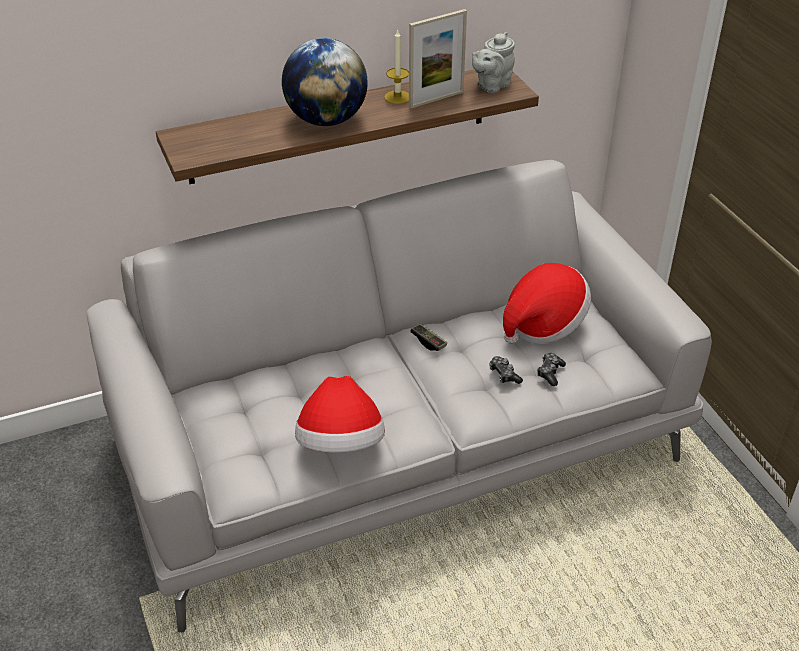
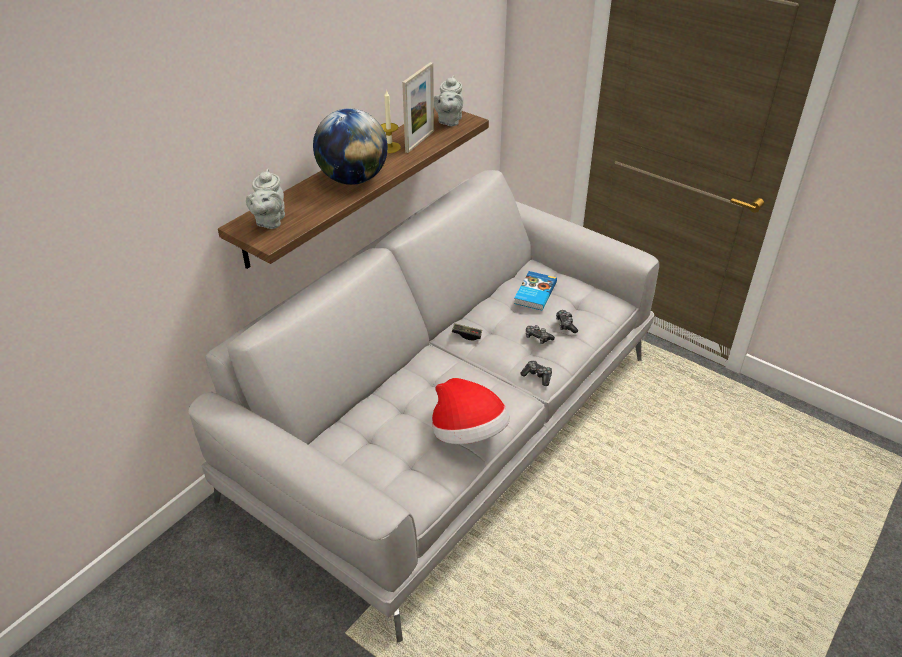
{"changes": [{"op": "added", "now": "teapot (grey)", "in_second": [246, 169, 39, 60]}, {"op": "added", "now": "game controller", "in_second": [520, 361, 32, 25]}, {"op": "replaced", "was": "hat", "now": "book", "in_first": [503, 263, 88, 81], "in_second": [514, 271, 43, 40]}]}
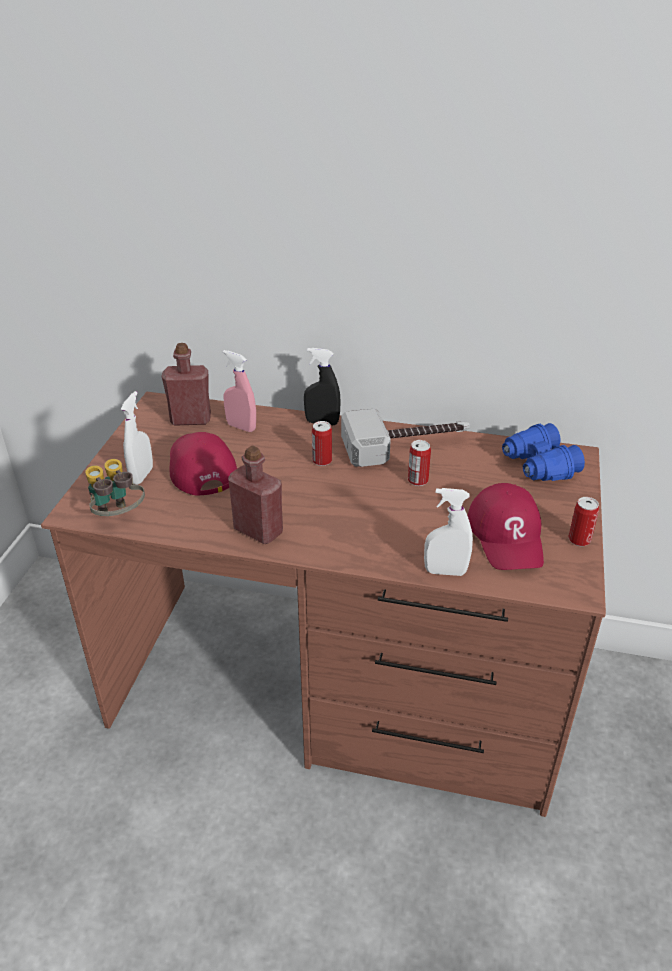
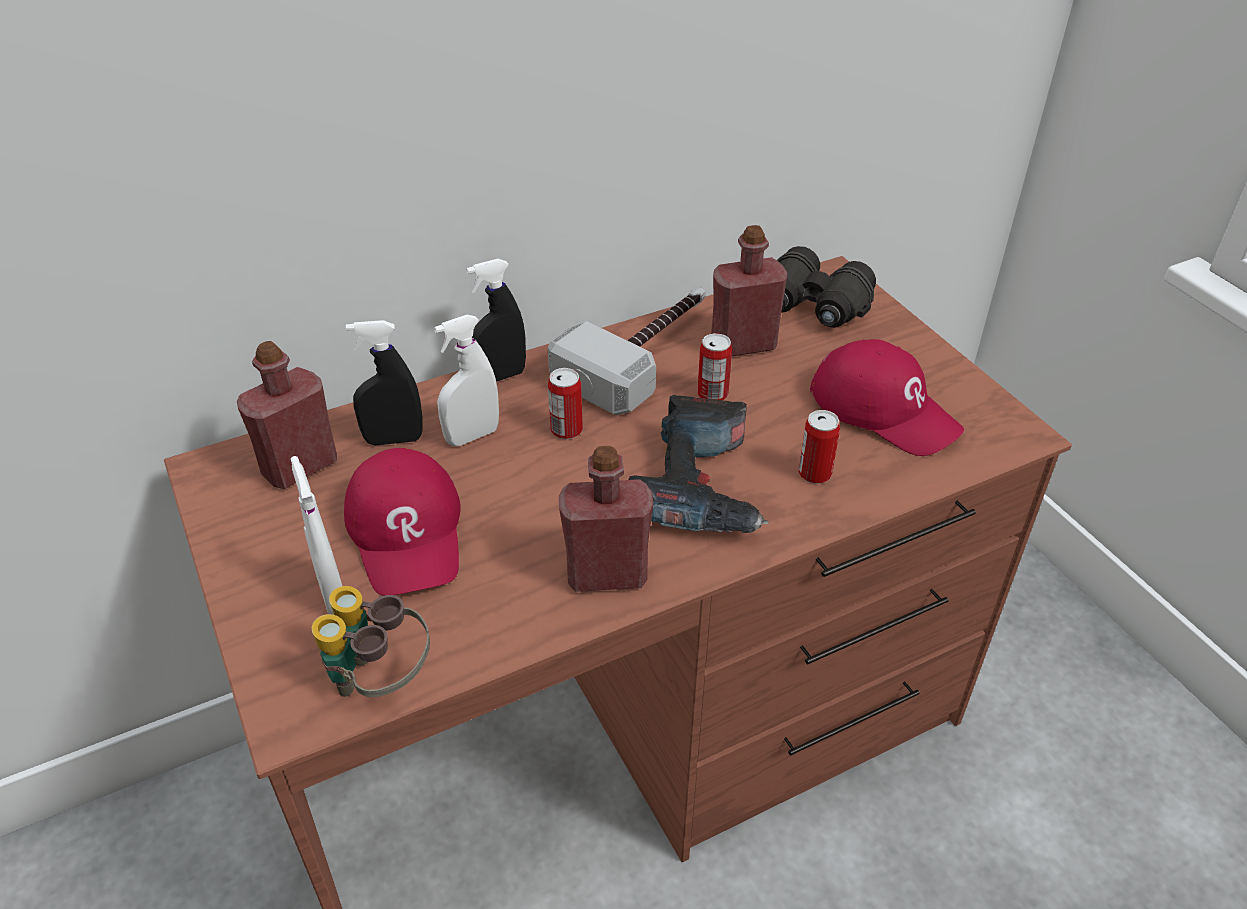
{"changes": [{"op": "added", "now": "power drill", "in_second": [628, 395, 141, 138]}, {"op": "added", "now": "bottle (red)", "in_second": [711, 225, 76, 131]}, {"op": "moved", "was": "spray bottle (white)", "in_first": [424, 488, 49, 88], "in_second": [434, 315, 65, 131]}, {"op": "moved", "was": "can", "in_first": [568, 497, 31, 49], "in_second": [799, 410, 41, 74]}, {"op": "recoloured", "was": "spray bottle (pink)", "now": "spray bottle (black)", "in_first": [223, 350, 33, 82], "in_second": [346, 320, 77, 125]}, {"op": "recoloured", "was": "binoculars (blue)", "now": "binoculars (black)", "in_first": [502, 423, 83, 58], "in_second": [777, 246, 99, 82]}, {"op": "turned", "was": "cap (red)", "in_first": [170, 432, 67, 64], "in_second": [344, 448, 117, 148], "clockwise": -135}]}
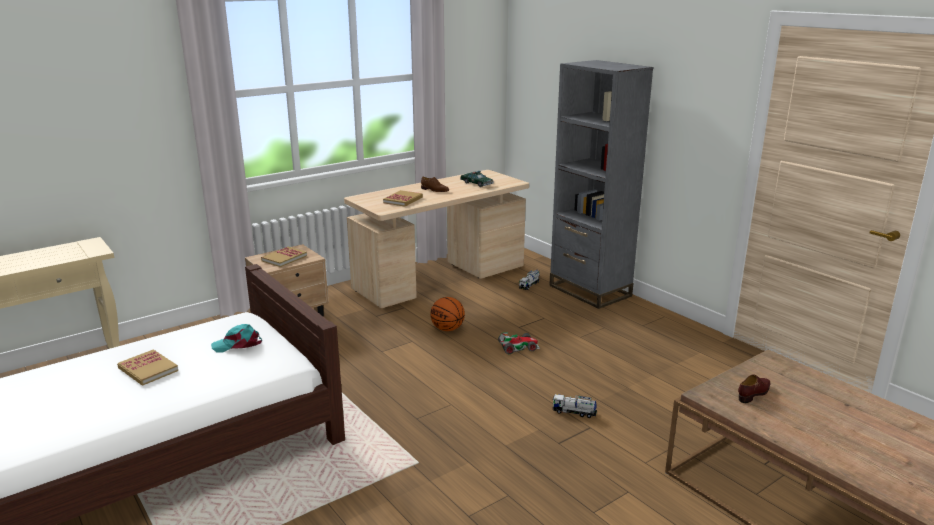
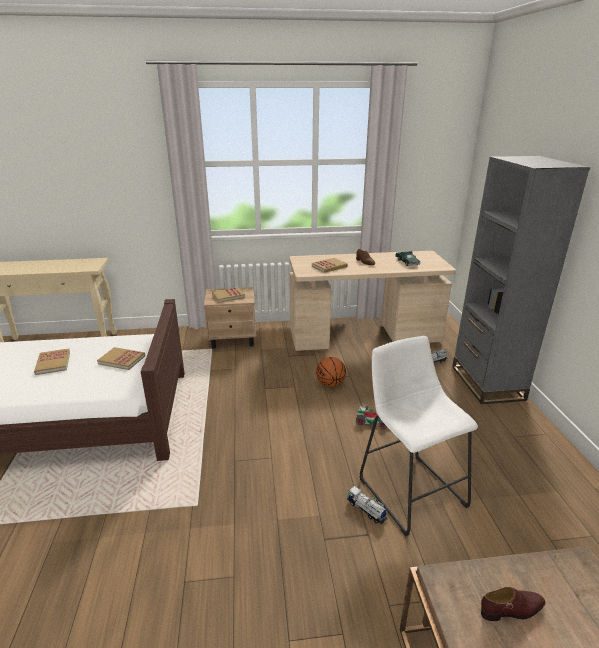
{"changes": [{"op": "added", "now": "stool (white)", "in_second": [360, 336, 118, 200]}, {"op": "replaced", "was": "cap (turquoise)", "now": "book", "in_first": [211, 324, 51, 28], "in_second": [97, 347, 48, 23]}]}
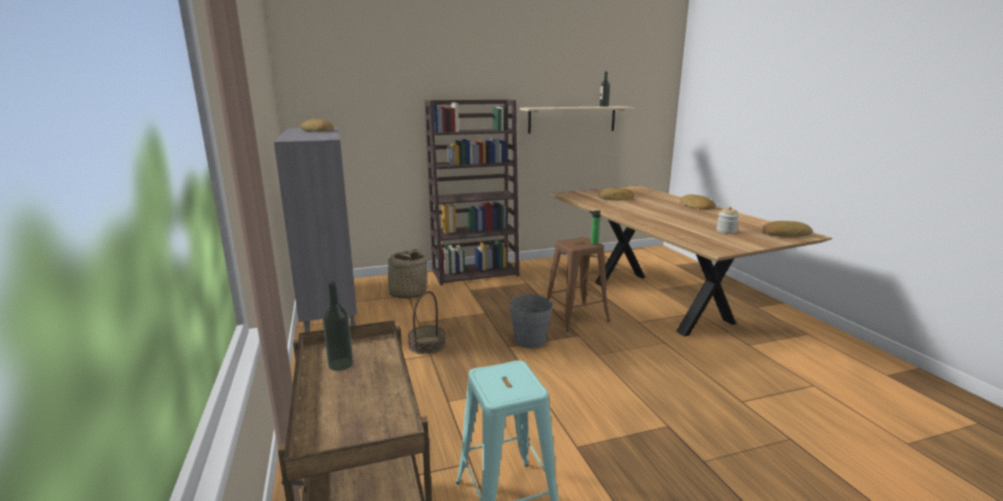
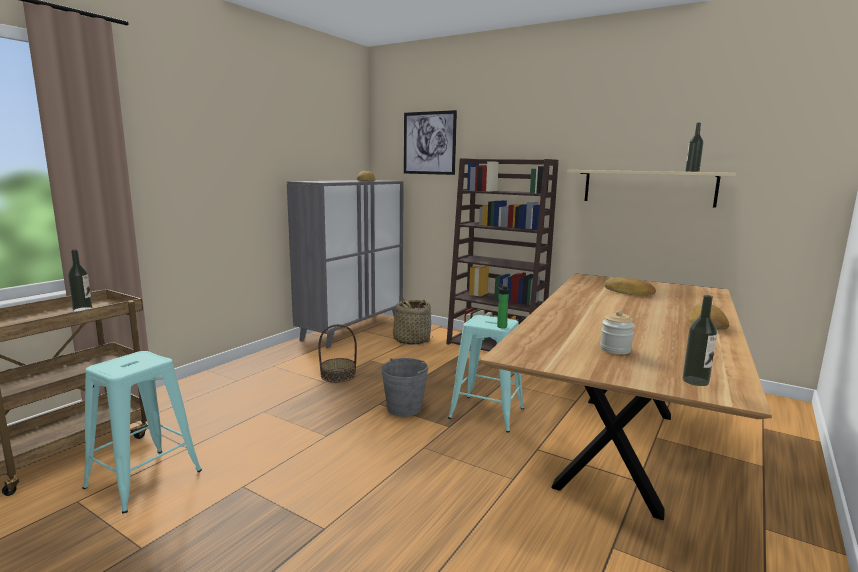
{"changes": [{"op": "added", "now": "picture", "in_second": [404, 110, 53, 65]}, {"op": "replaced", "was": "bread", "now": "bottle", "in_first": [761, 221, 52, 16], "in_second": [683, 295, 34, 91]}, {"op": "recoloured", "was": "stool (brown)", "now": "stool (turquoise)", "in_first": [547, 237, 63, 95], "in_second": [448, 315, 76, 117]}]}
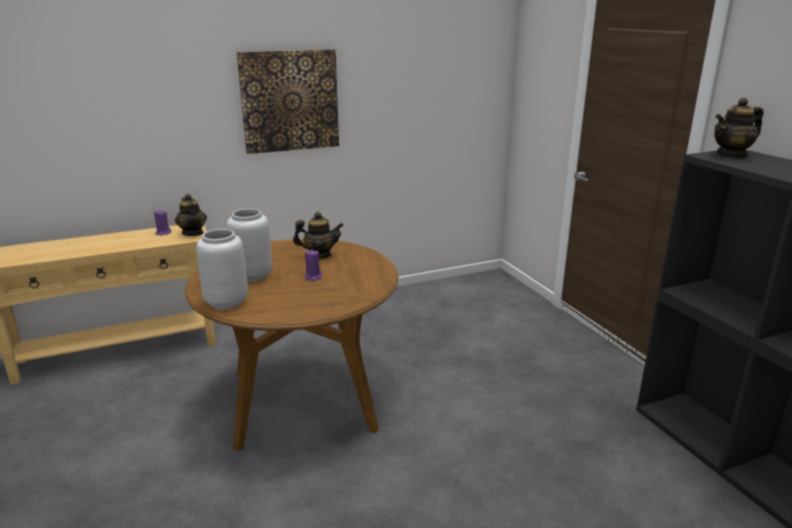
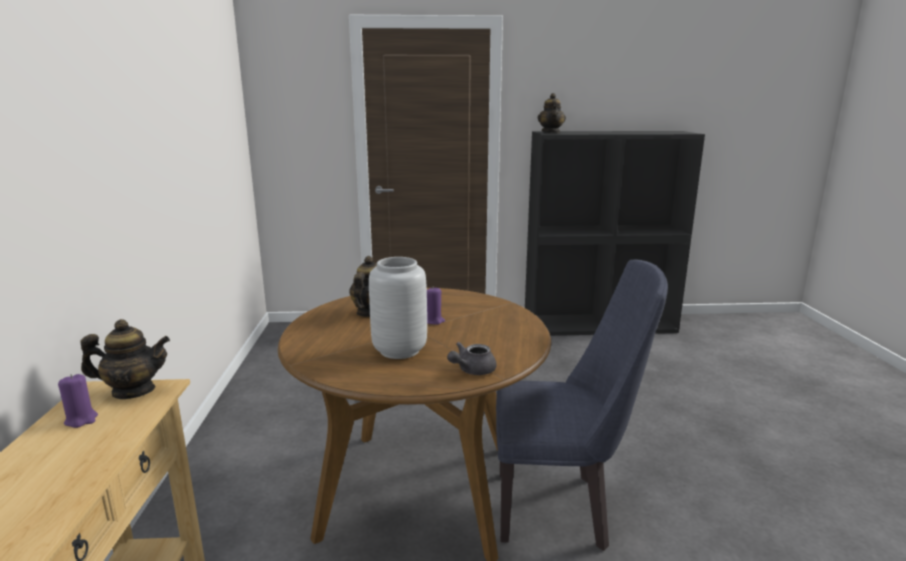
{"changes": [{"op": "removed", "was": "picture", "in_first": [237, 49, 102, 105]}, {"op": "added", "now": "chair (blue)", "in_second": [496, 259, 172, 292]}, {"op": "replaced", "was": "vase (grey)", "now": "teapot (grey)", "in_first": [196, 229, 52, 81], "in_second": [447, 342, 50, 33]}]}
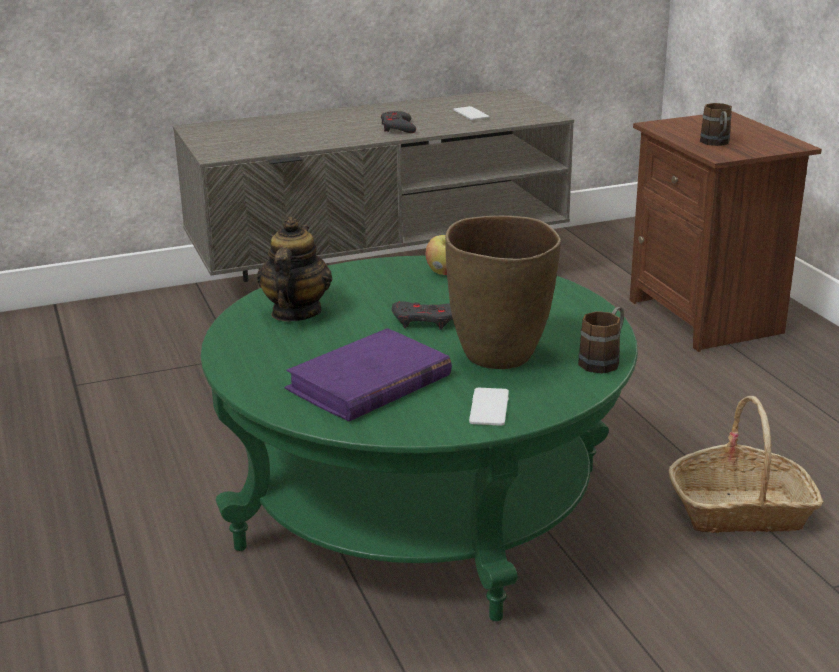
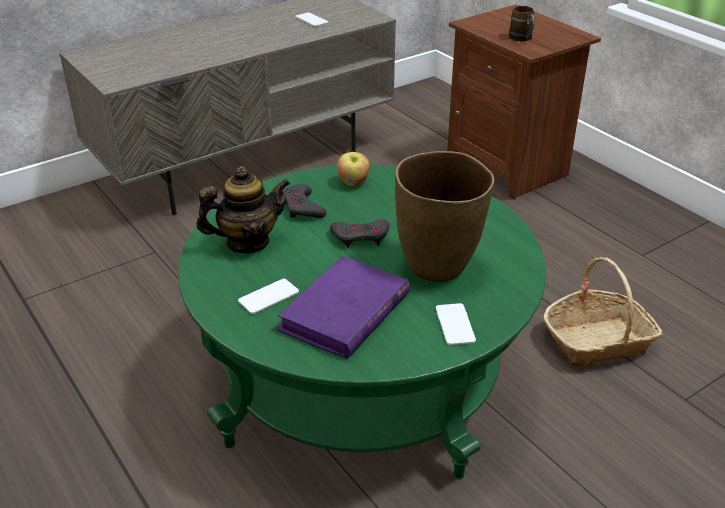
{"changes": [{"op": "removed", "was": "mug (brown)", "in_first": [578, 307, 46, 67]}, {"op": "added", "now": "phone", "in_second": [238, 279, 61, 35]}, {"op": "moved", "was": "game controller (grey)", "in_first": [381, 111, 35, 22], "in_second": [282, 184, 45, 34]}, {"op": "turned", "was": "teapot", "in_first": [257, 217, 75, 105], "in_second": [196, 166, 94, 87], "clockwise": 75}]}
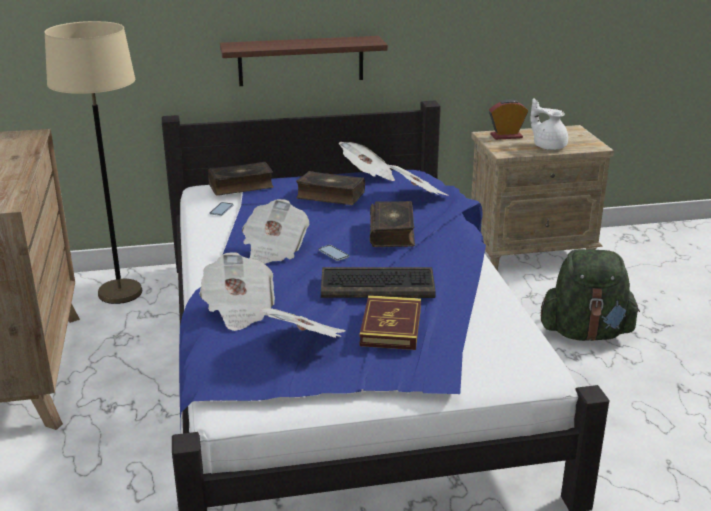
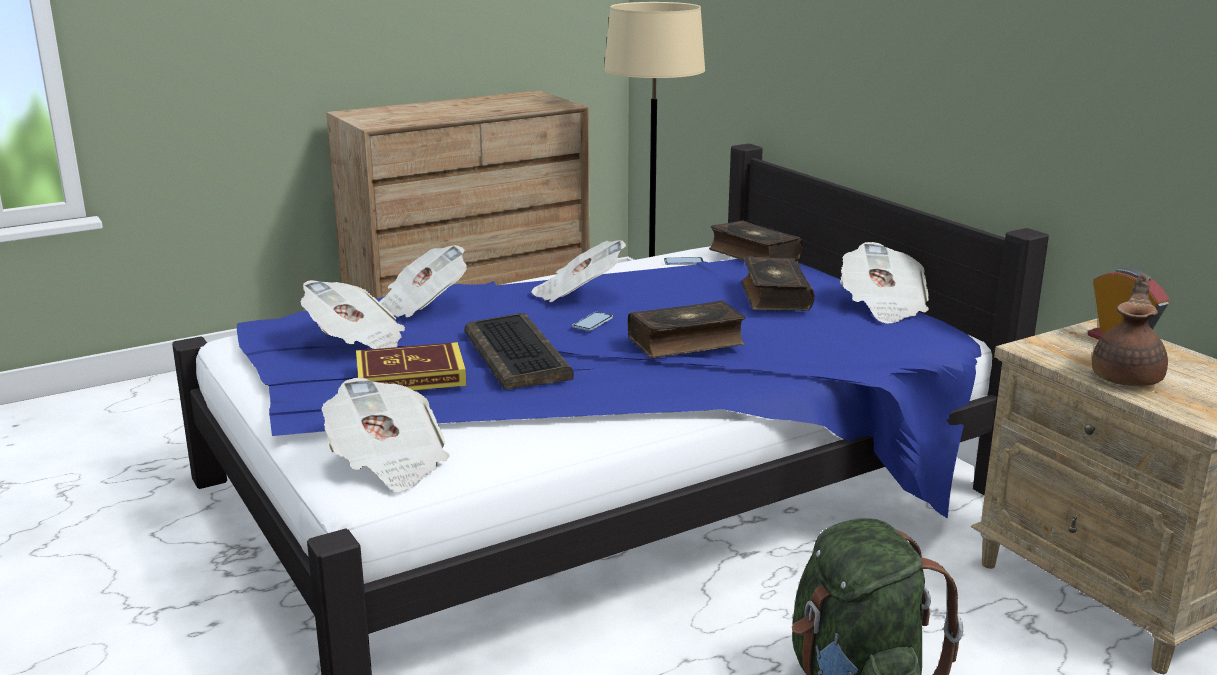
{"changes": [{"op": "removed", "was": "shelf", "in_first": [220, 36, 168, 50]}, {"op": "moved", "was": "newspaper", "in_first": [387, 165, 63, 31], "in_second": [321, 377, 129, 115]}, {"op": "recoloured", "was": "teapot (white)", "now": "teapot (brown)", "in_first": [531, 98, 37, 52], "in_second": [1092, 274, 76, 112]}]}
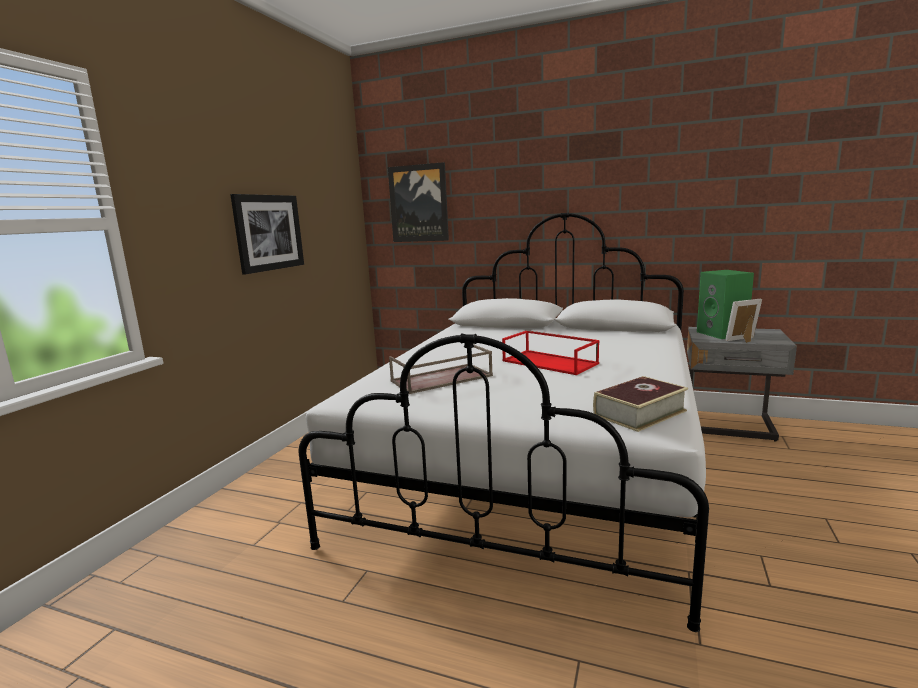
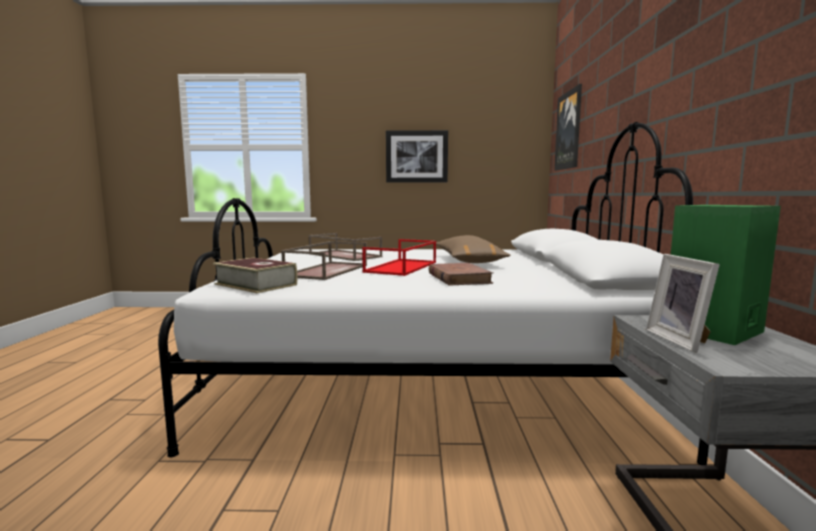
{"changes": [{"op": "added", "now": "tray (brown)", "in_second": [281, 241, 86, 39]}, {"op": "added", "now": "book (brown)", "in_second": [429, 263, 64, 23]}, {"op": "added", "now": "pillow (brown)", "in_second": [436, 235, 75, 28]}, {"op": "turned", "was": "picture frame", "in_first": [725, 299, 37, 44], "in_second": [646, 254, 74, 99], "clockwise": -150}]}
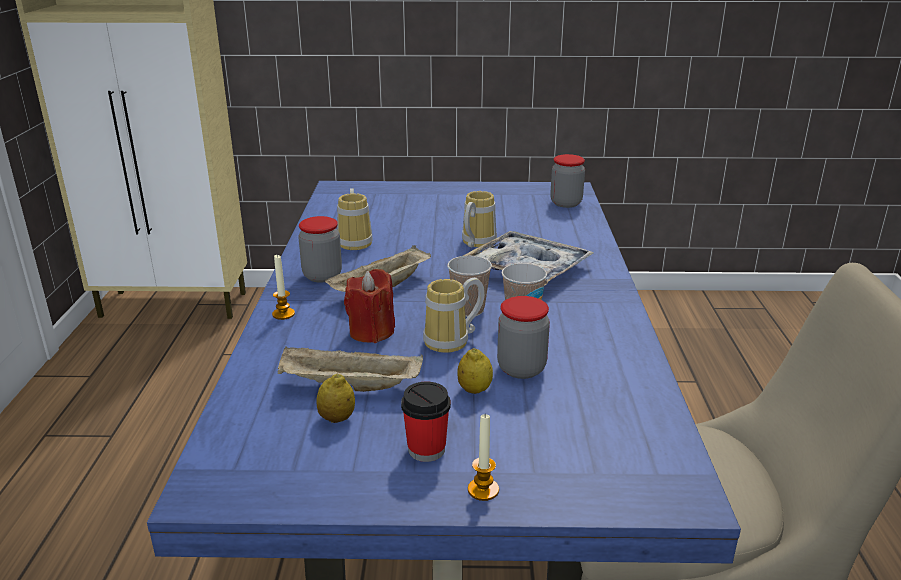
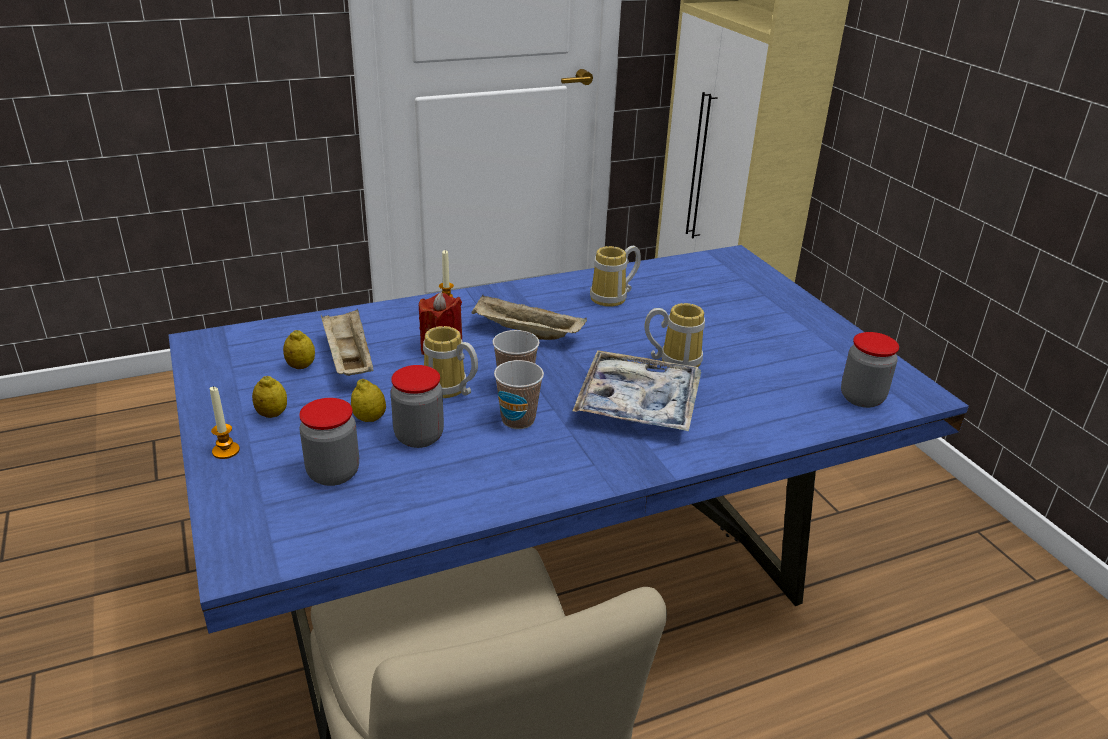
{"changes": [{"op": "moved", "was": "jar", "in_first": [298, 216, 44, 67], "in_second": [299, 398, 60, 88]}, {"op": "replaced", "was": "cup", "now": "lemon", "in_first": [401, 382, 50, 80], "in_second": [252, 376, 35, 42]}]}
